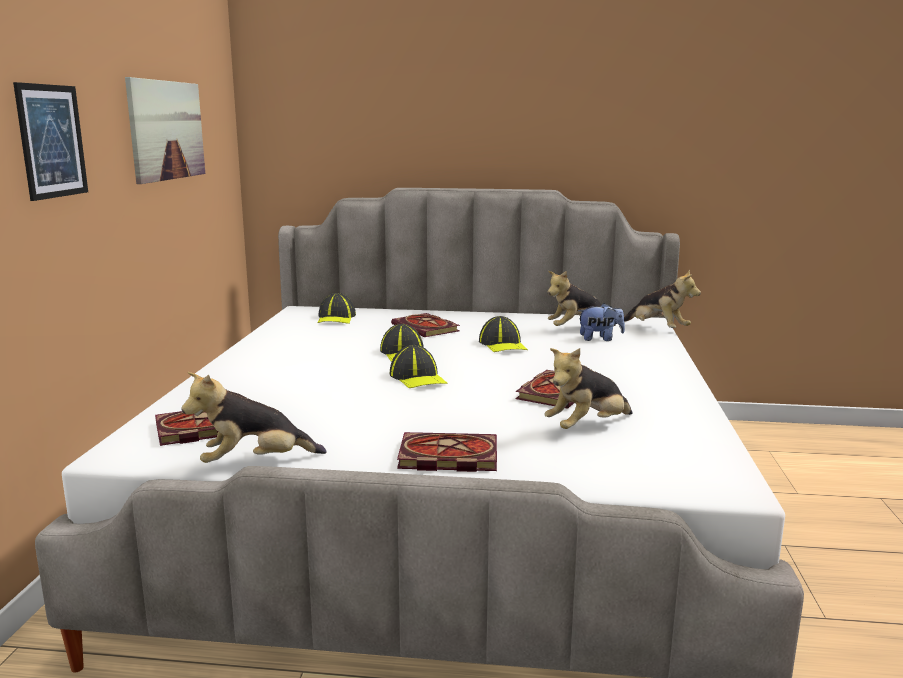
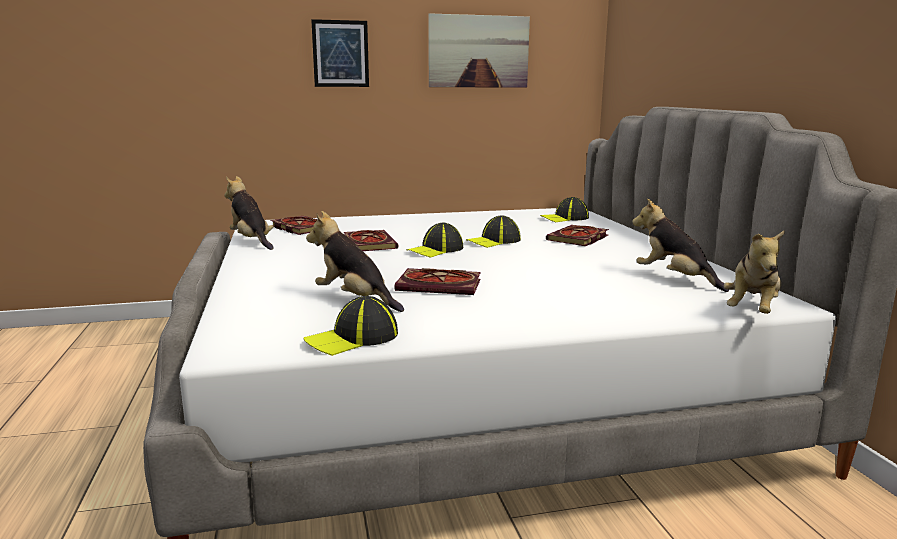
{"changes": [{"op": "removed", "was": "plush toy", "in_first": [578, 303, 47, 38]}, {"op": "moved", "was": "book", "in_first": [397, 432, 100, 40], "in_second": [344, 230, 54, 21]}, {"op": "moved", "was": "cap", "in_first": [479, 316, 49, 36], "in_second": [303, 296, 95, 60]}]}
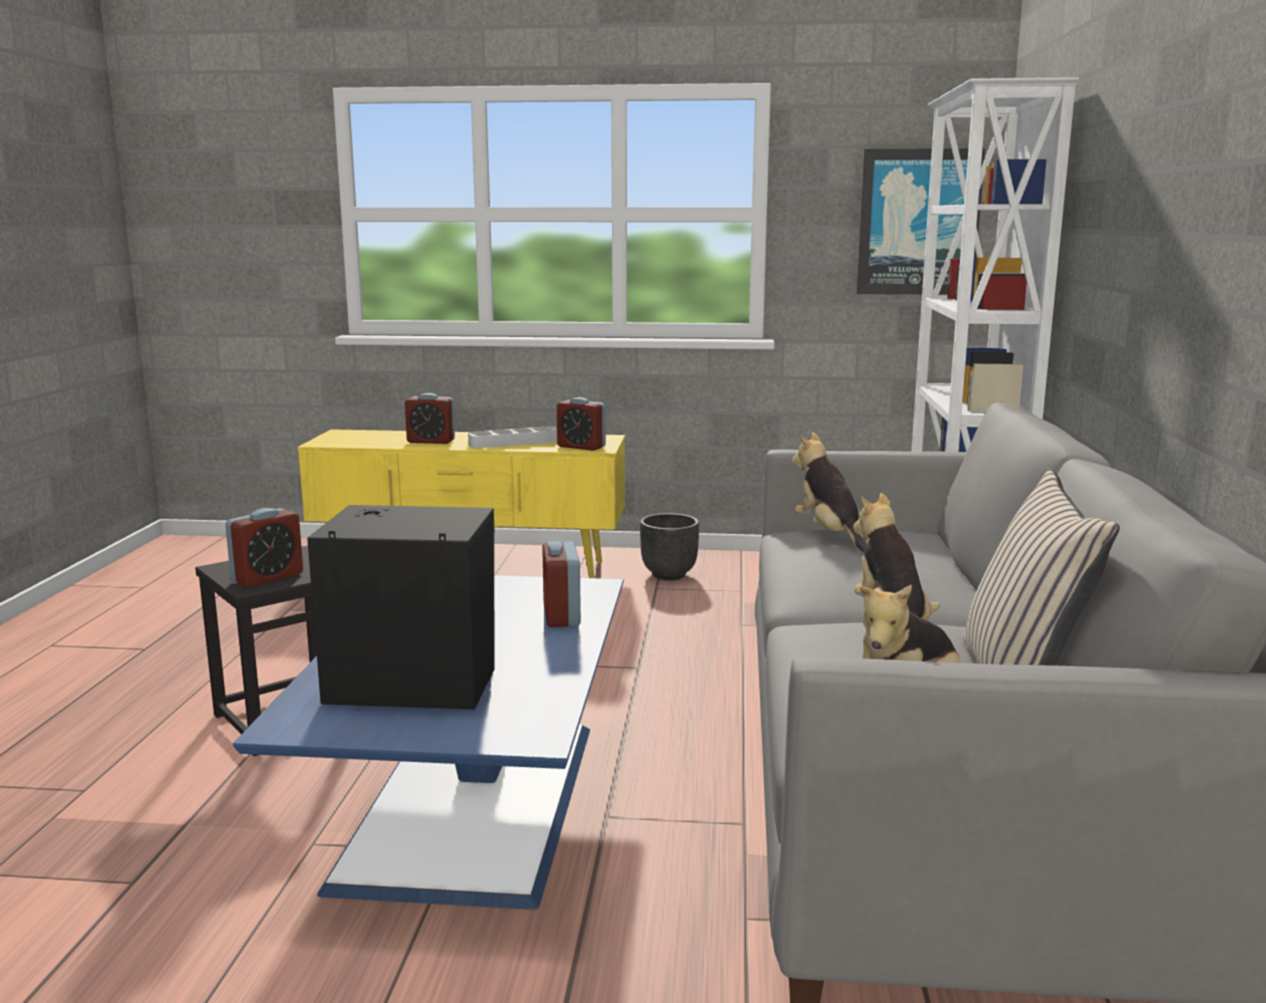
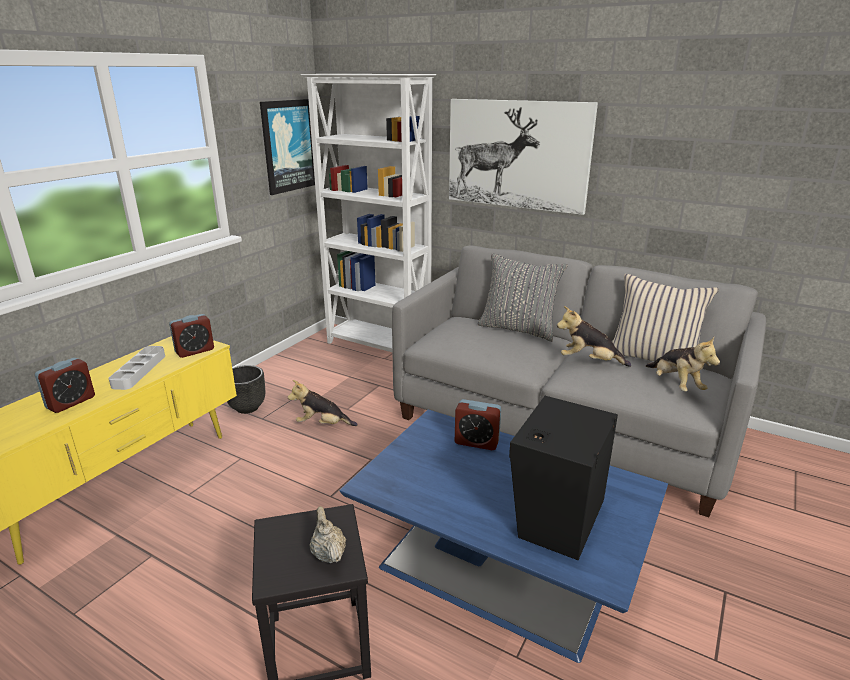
{"changes": [{"op": "added", "now": "picture", "in_second": [449, 99, 149, 116]}, {"op": "added", "now": "pillow (grey)", "in_second": [478, 253, 90, 89]}, {"op": "moved", "was": "plush toy", "in_first": [792, 432, 75, 120], "in_second": [288, 380, 70, 46]}, {"op": "replaced", "was": "alarm clock", "now": "teapot (beige)", "in_first": [225, 508, 78, 79], "in_second": [309, 506, 37, 57]}]}
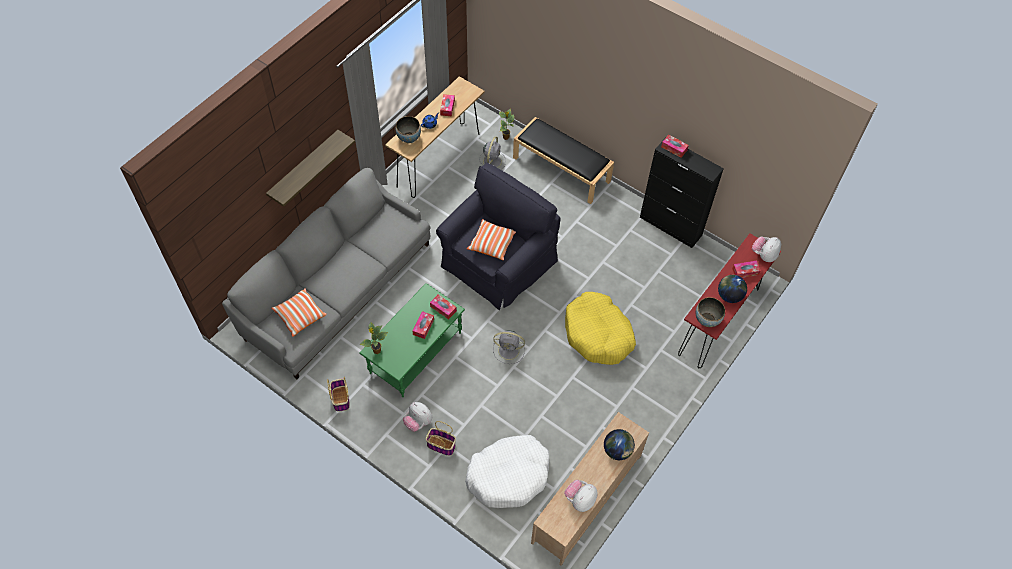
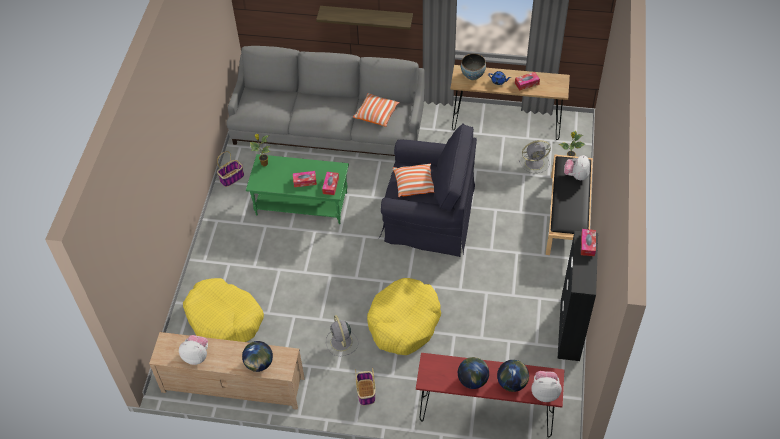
{"changes": [{"op": "removed", "was": "bowl", "in_first": [696, 297, 29, 30]}, {"op": "moved", "was": "pillow", "in_first": [271, 288, 56, 49], "in_second": [353, 93, 47, 34]}, {"op": "moved", "was": "plush toy", "in_first": [403, 402, 29, 30], "in_second": [564, 155, 26, 25]}, {"op": "moved", "was": "basket", "in_first": [425, 421, 31, 35], "in_second": [355, 368, 20, 38]}, {"op": "moved", "was": "fan (grey)", "in_first": [493, 330, 32, 34], "in_second": [326, 315, 32, 41]}, {"op": "replaced", "was": "tissue box", "now": "globe", "in_first": [732, 261, 29, 17], "in_second": [497, 360, 32, 32]}, {"op": "recoloured", "was": "dog bed (white)", "now": "dog bed (yellow)", "in_first": [465, 435, 84, 73], "in_second": [183, 278, 81, 64]}]}
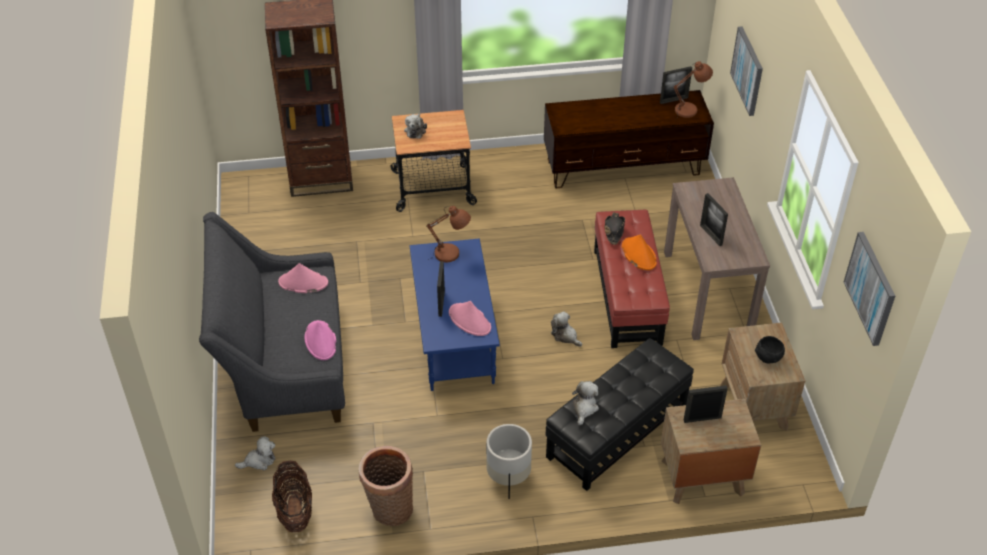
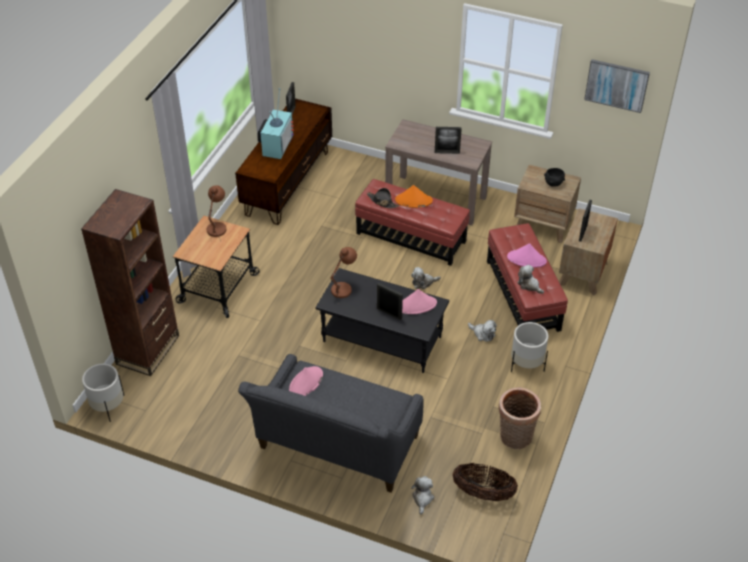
{"changes": [{"op": "removed", "was": "picture", "in_first": [730, 26, 33, 90]}, {"op": "added", "now": "planter (white)", "in_second": [82, 364, 42, 58]}, {"op": "added", "now": "television", "in_second": [258, 88, 36, 71]}, {"op": "moved", "was": "hat (pink)", "in_first": [304, 320, 32, 40], "in_second": [507, 243, 40, 25]}, {"op": "moved", "was": "plush toy", "in_first": [404, 114, 23, 25], "in_second": [468, 320, 29, 22]}, {"op": "moved", "was": "table lamp (brown)", "in_first": [673, 61, 40, 59], "in_second": [207, 185, 20, 52]}, {"op": "recoloured", "was": "coffee table (blue)", "now": "coffee table (black)", "in_first": [410, 239, 90, 152], "in_second": [315, 268, 134, 105]}, {"op": "recoloured", "was": "ottoman (black)", "now": "ottoman (red)", "in_first": [546, 338, 148, 153], "in_second": [487, 223, 81, 109]}]}
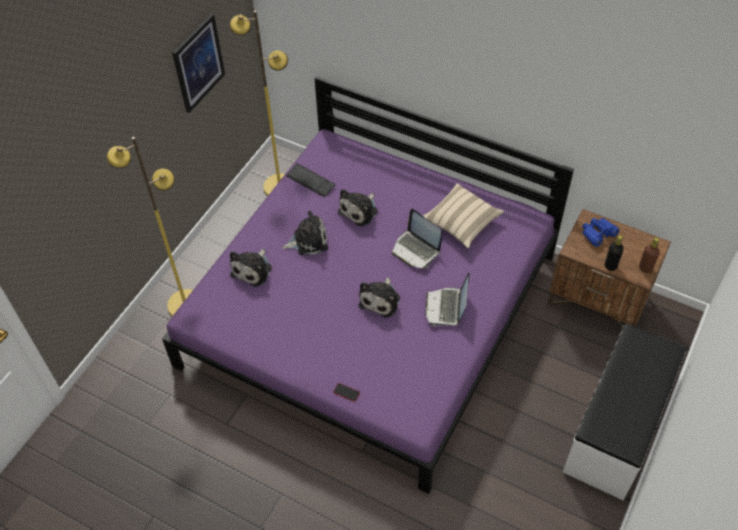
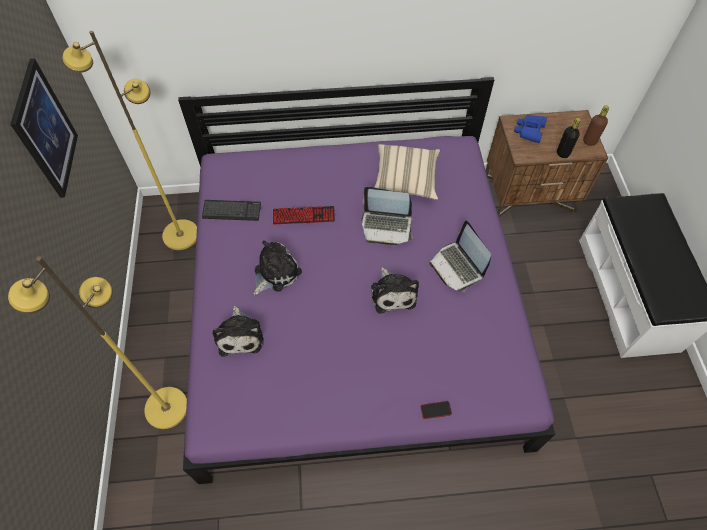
{"changes": [{"op": "replaced", "was": "plush toy", "now": "keyboard", "in_first": [338, 189, 40, 38], "in_second": [273, 206, 62, 18]}]}
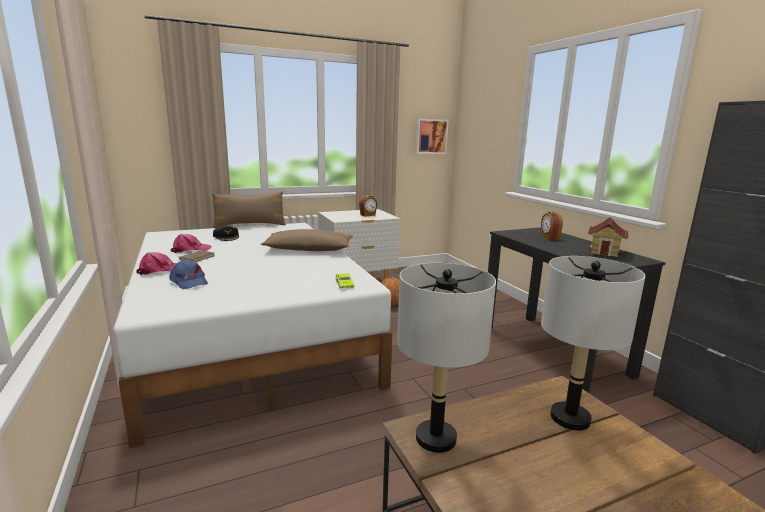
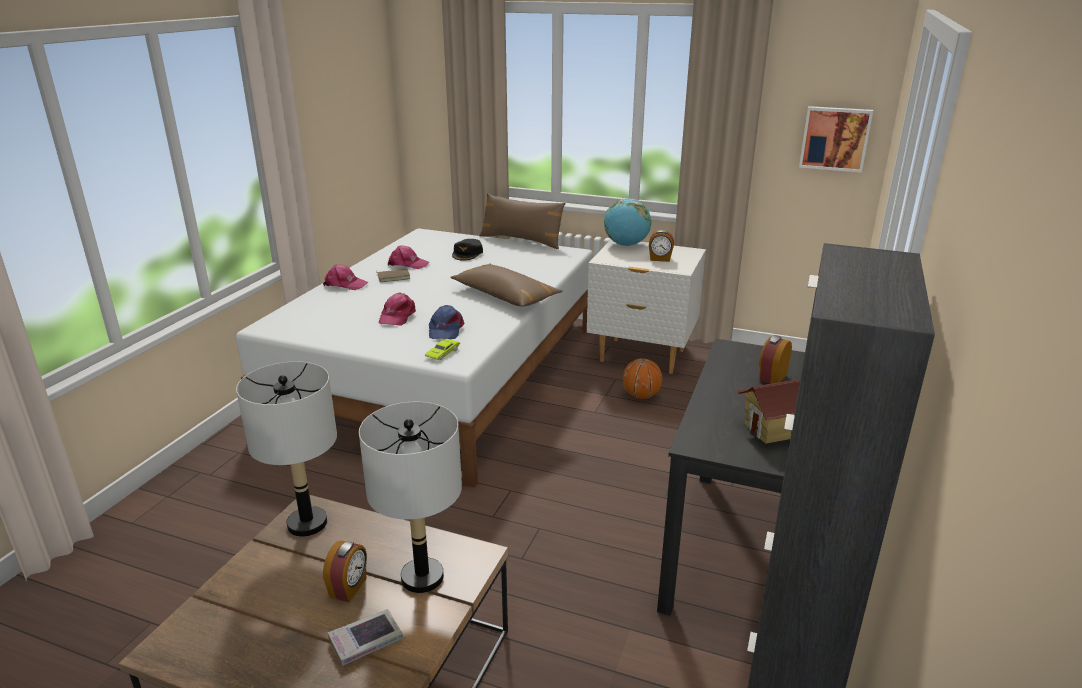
{"changes": [{"op": "added", "now": "alarm clock", "in_second": [323, 541, 44, 61]}, {"op": "added", "now": "book", "in_second": [328, 609, 75, 57]}, {"op": "added", "now": "cap (pink)", "in_second": [379, 292, 37, 34]}, {"op": "added", "now": "globe", "in_second": [604, 198, 47, 48]}, {"op": "moved", "was": "cap (blue)", "in_first": [169, 259, 39, 30], "in_second": [429, 305, 36, 34]}]}
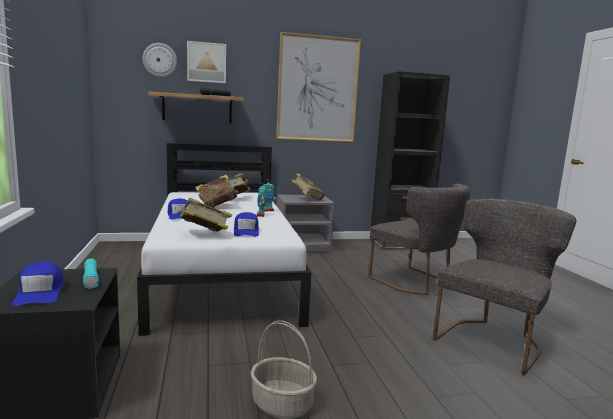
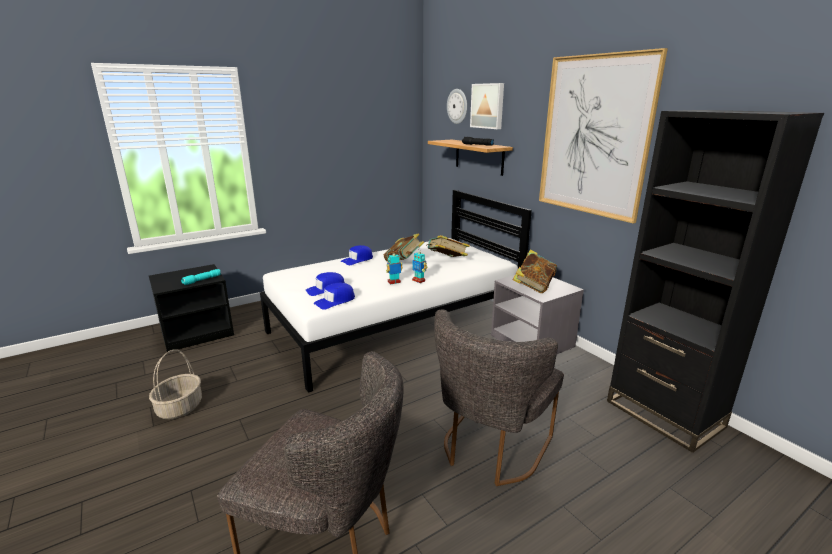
{"changes": [{"op": "removed", "was": "book", "in_first": [177, 198, 55, 34]}, {"op": "moved", "was": "cap (blue)", "in_first": [13, 262, 51, 44], "in_second": [314, 283, 41, 27]}]}
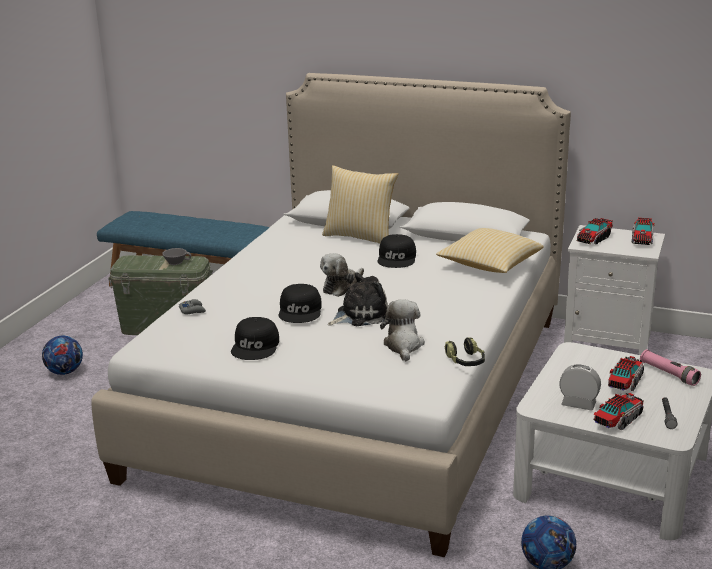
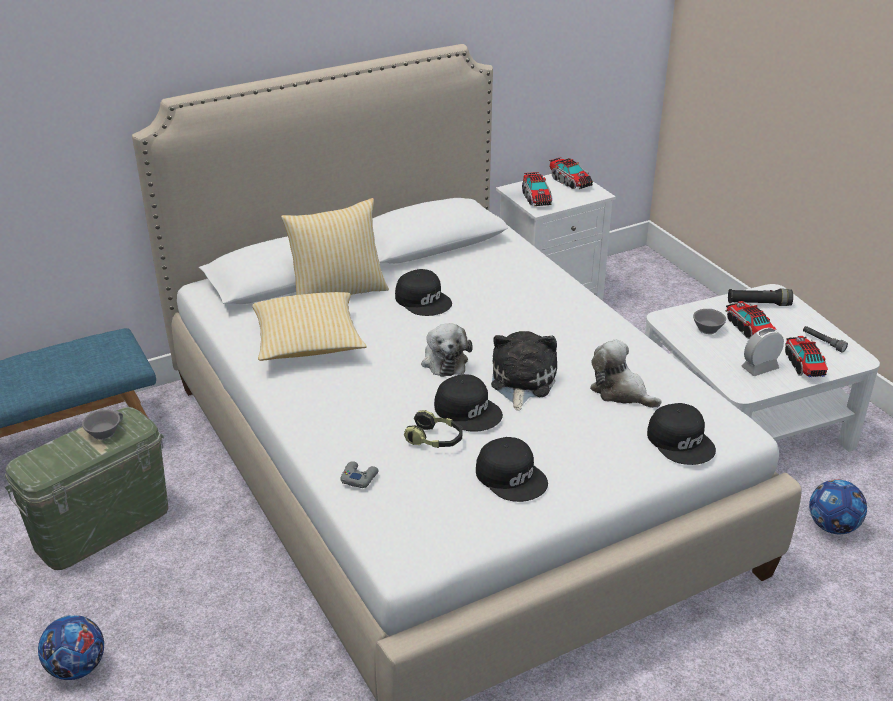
{"changes": [{"op": "added", "now": "cap (black)", "in_second": [647, 403, 69, 62]}, {"op": "added", "now": "cup (grey)", "in_second": [693, 309, 33, 25]}, {"op": "moved", "was": "pillow", "in_first": [436, 228, 108, 45], "in_second": [252, 292, 115, 69]}, {"op": "moved", "was": "headphones", "in_first": [445, 337, 40, 29], "in_second": [404, 410, 59, 38]}, {"op": "recoloured", "was": "flashlight (pink)", "now": "flashlight (black)", "in_first": [640, 349, 61, 37], "in_second": [728, 289, 65, 17]}]}
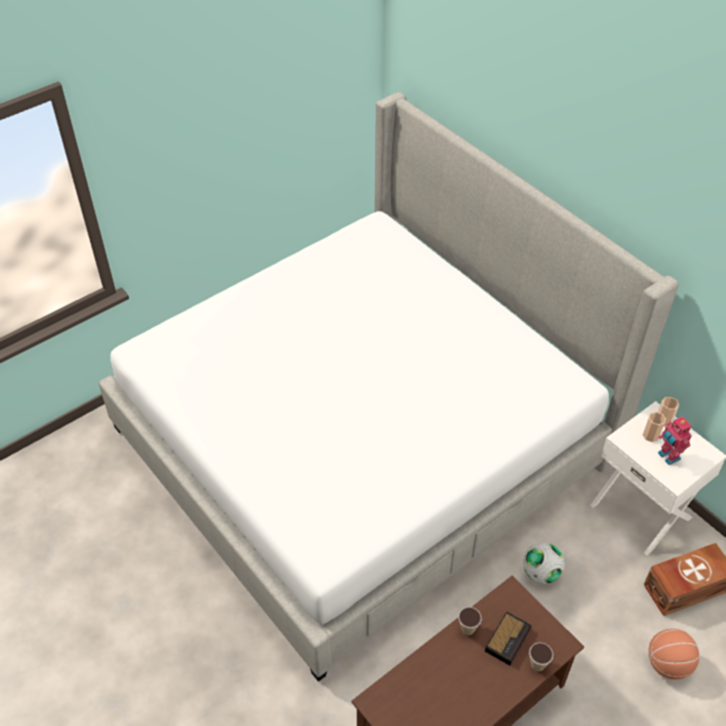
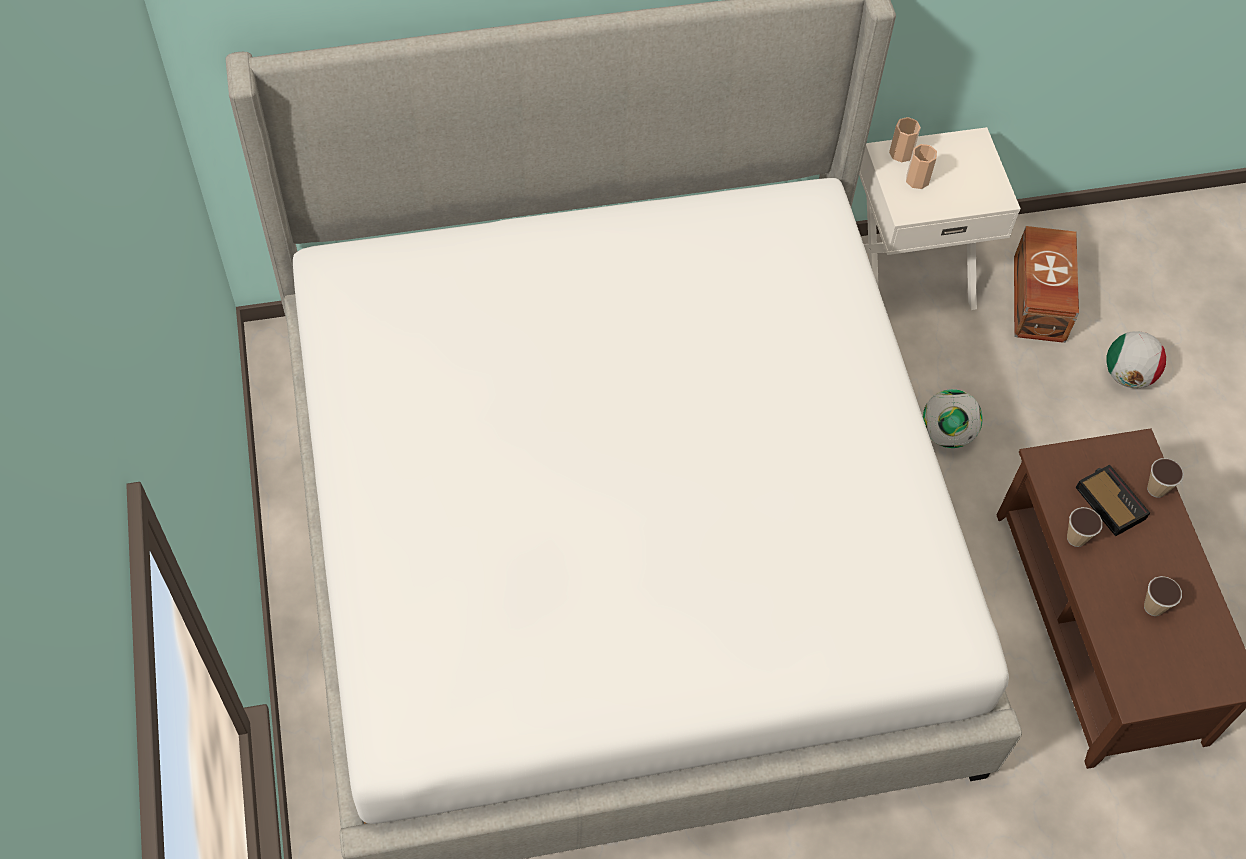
{"changes": [{"op": "removed", "was": "toy robot", "in_first": [658, 416, 34, 49]}, {"op": "added", "now": "cup", "in_second": [1144, 576, 38, 40]}, {"op": "replaced", "was": "basketball", "now": "football", "in_first": [649, 629, 50, 50], "in_second": [1106, 331, 60, 57]}]}
